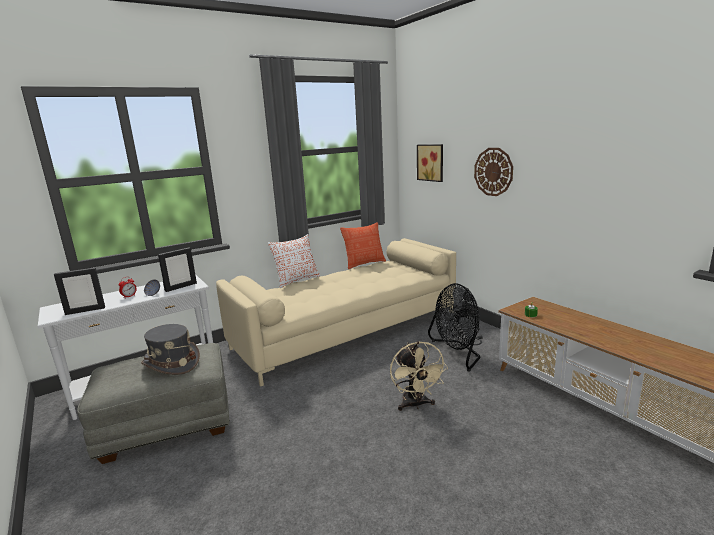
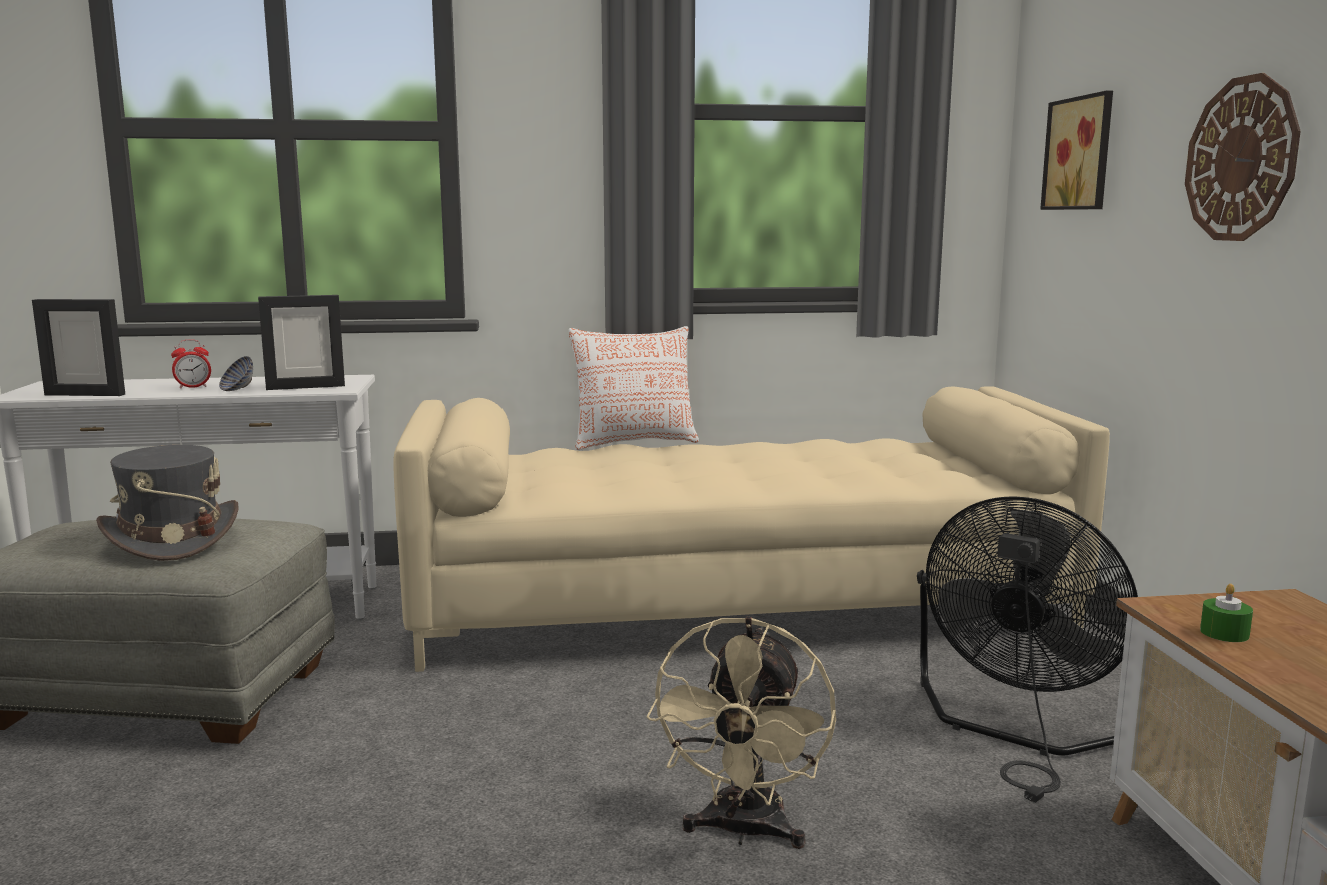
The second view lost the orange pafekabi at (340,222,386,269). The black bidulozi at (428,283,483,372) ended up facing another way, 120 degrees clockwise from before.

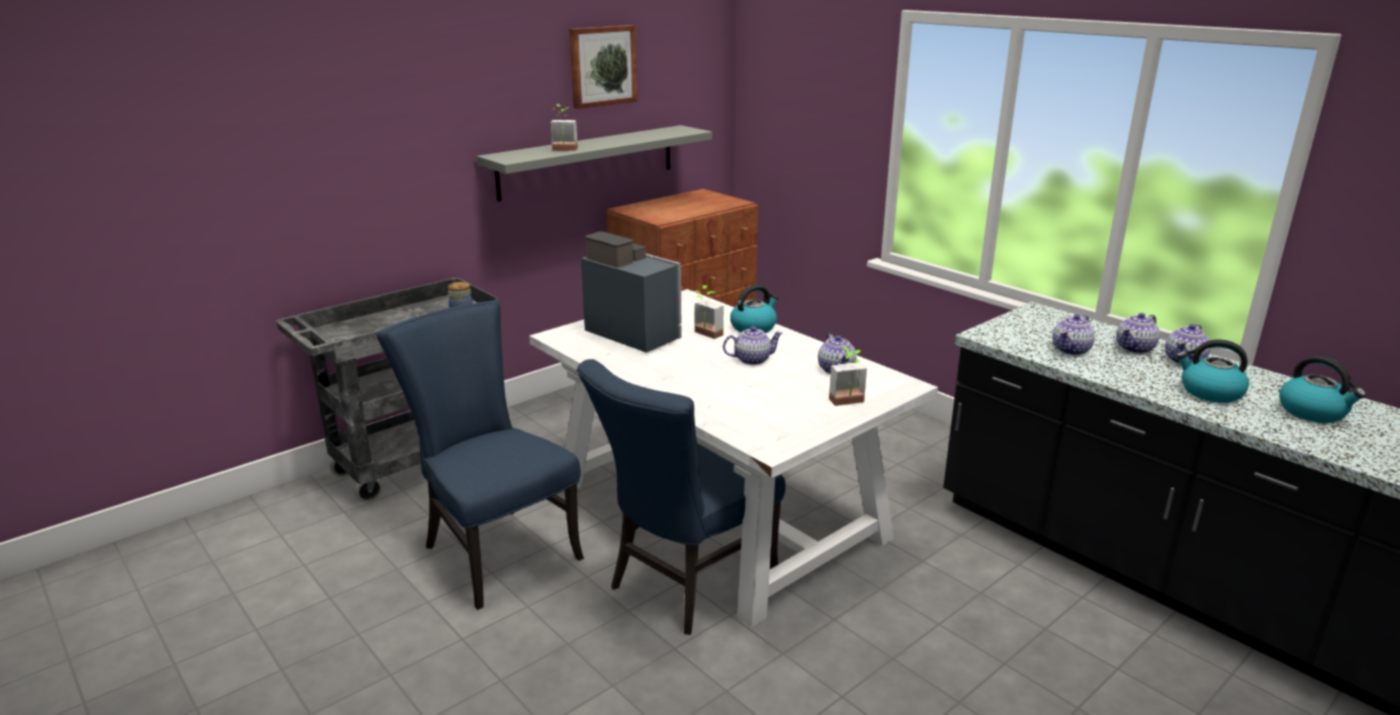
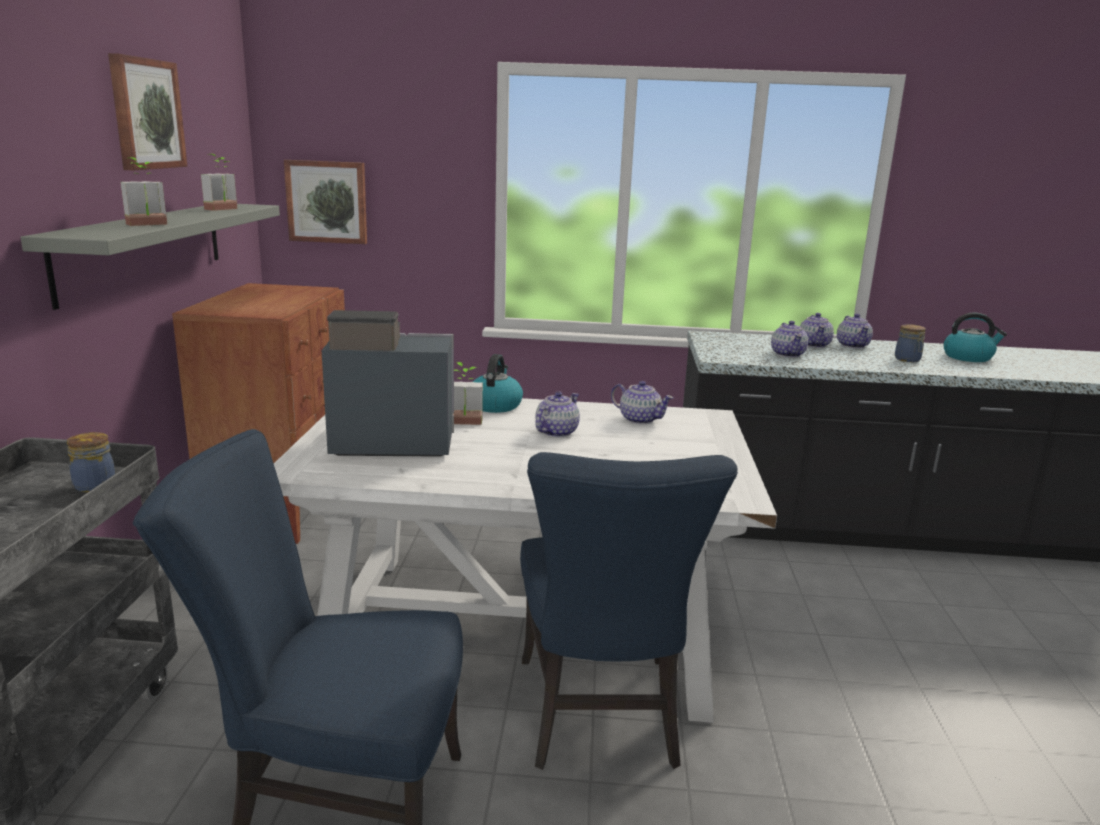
The second view gained the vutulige at (284,160,367,244). The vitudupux ended up elsewhere, having gone from (829,347,867,406) to (201,154,238,211). Where the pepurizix stood at (1176,339,1249,403), the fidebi came to stand at (895,324,926,362).

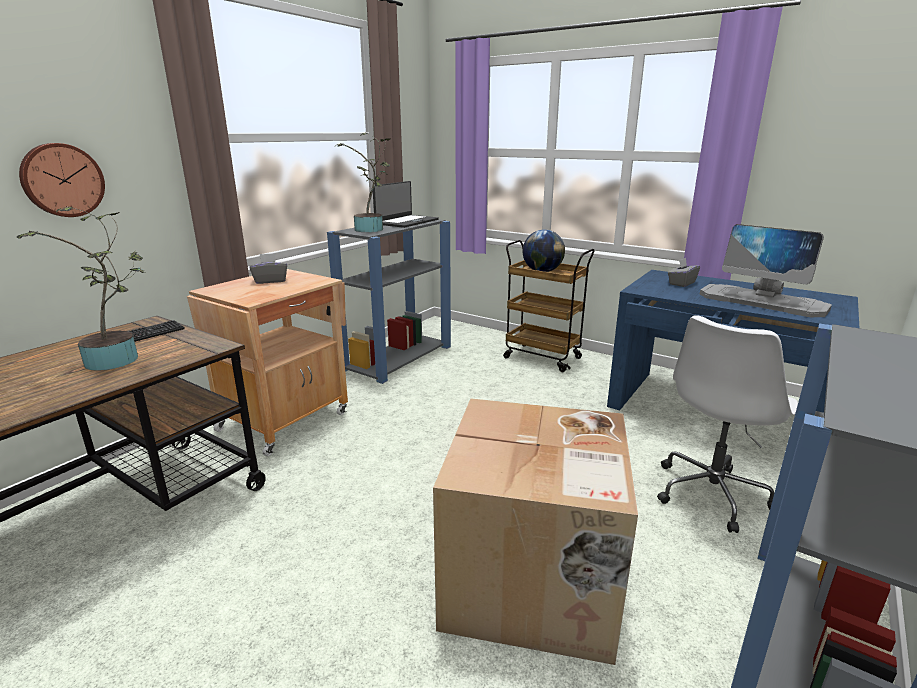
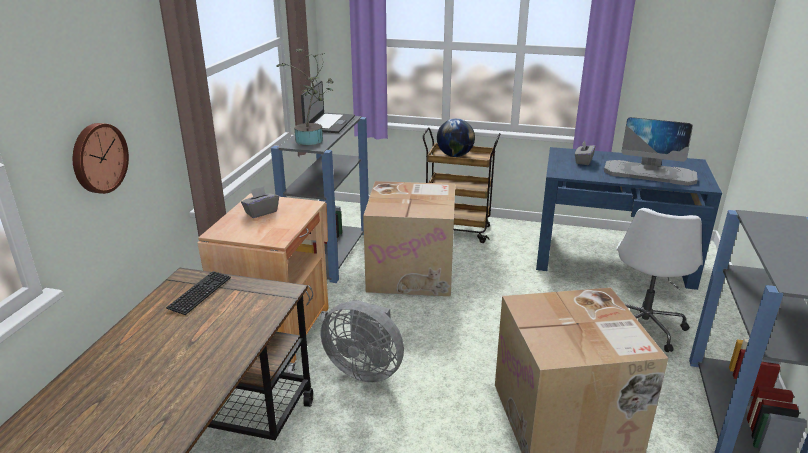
The second view lost the vitudupux at (17,206,146,371). The second view gained the grey bidulozi at (321,300,404,383). The second view gained the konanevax at (363,181,455,296).

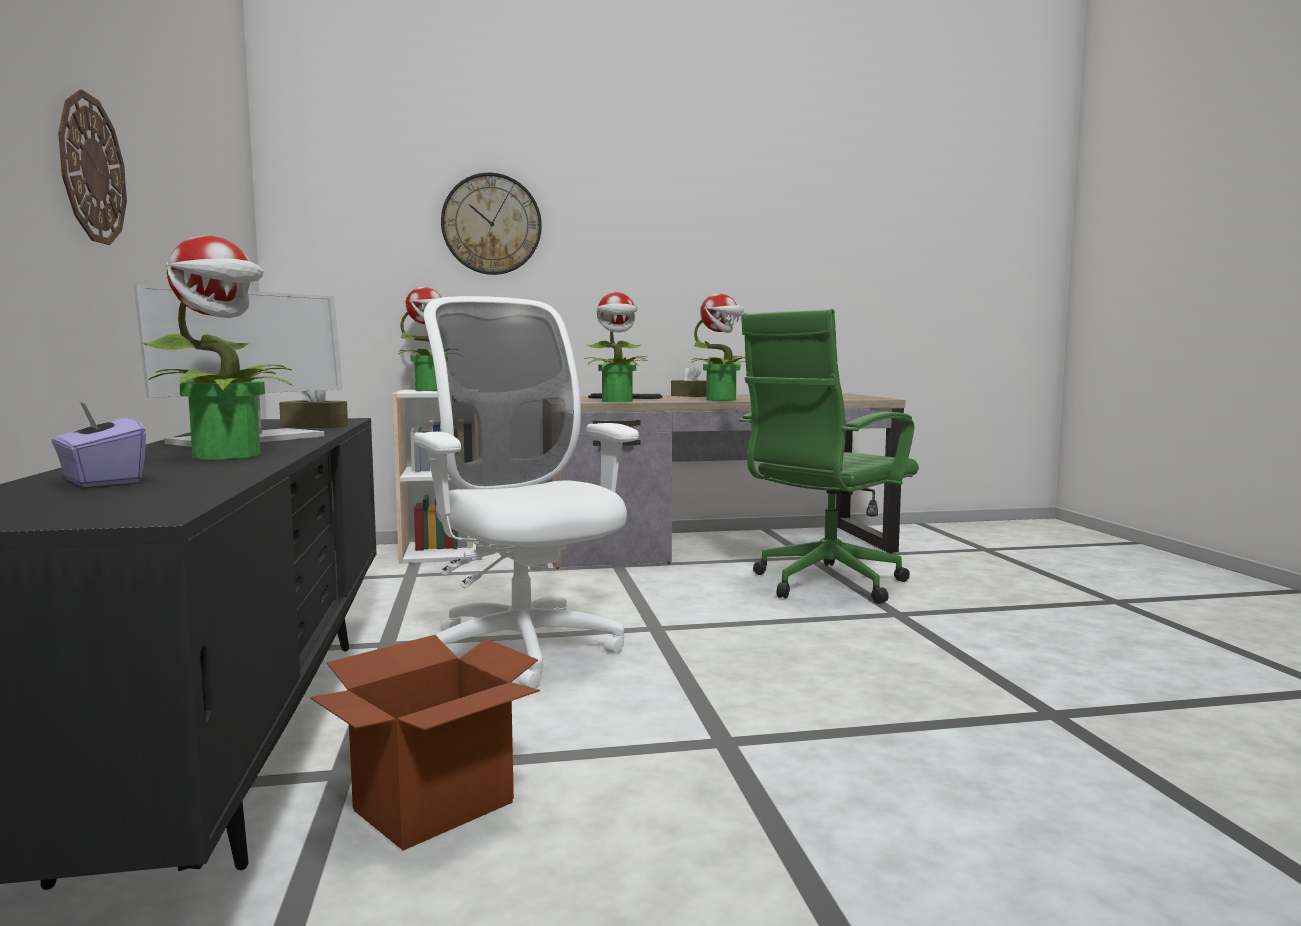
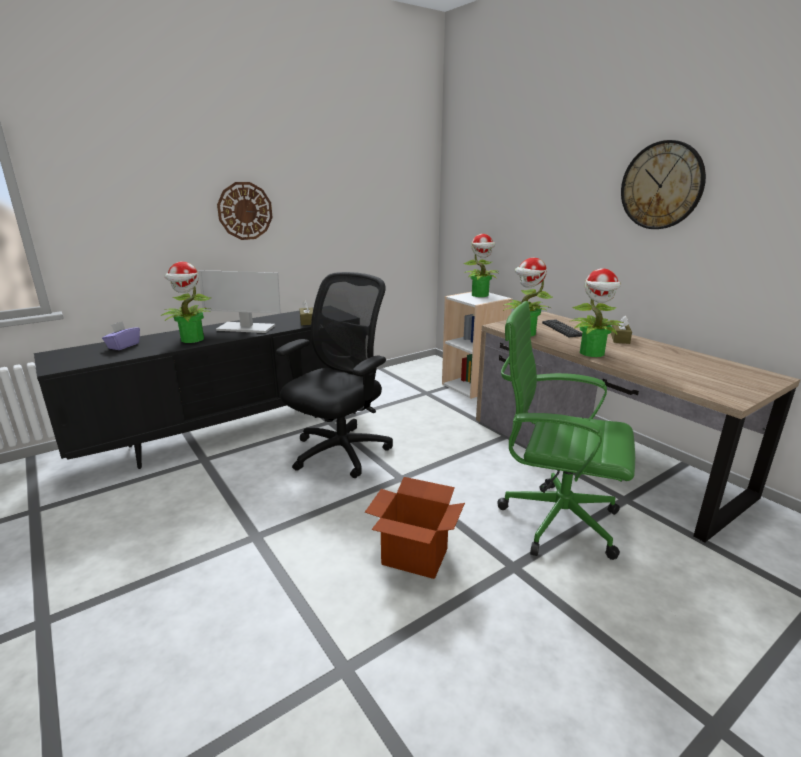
The konanevax ended up elsewhere, having gone from (310,635,540,851) to (365,477,465,579). The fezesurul ended up elsewhere, having gone from (441,172,542,275) to (621,140,706,229). What was the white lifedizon at (414,296,639,688) turned into the black lifedizon at (276,272,393,478).

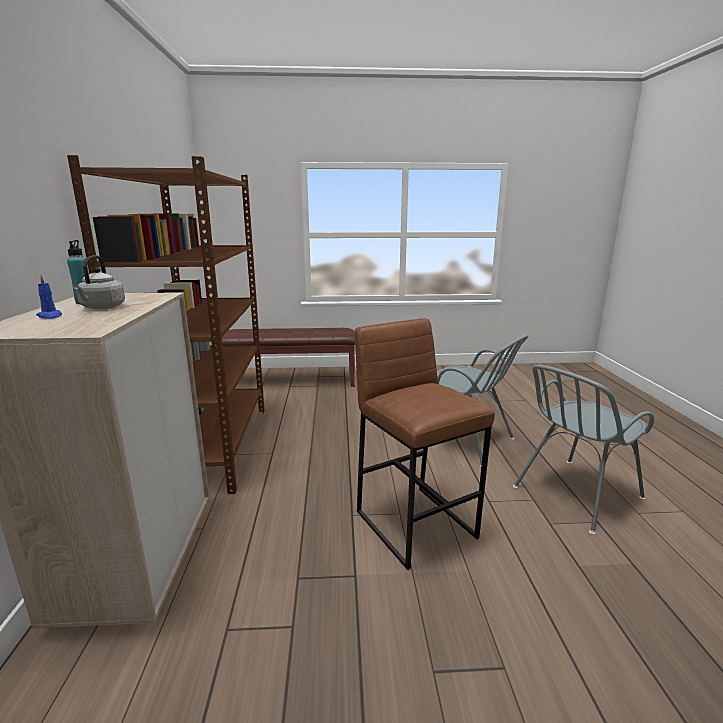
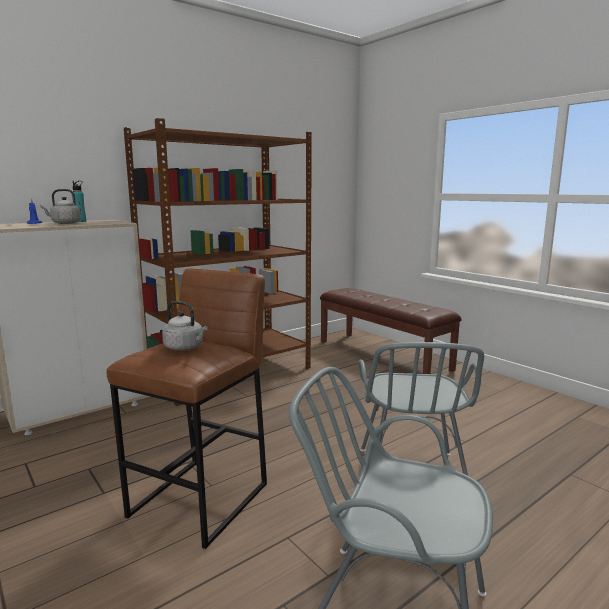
The second view gained the grey pepurizix at (162,301,208,351).

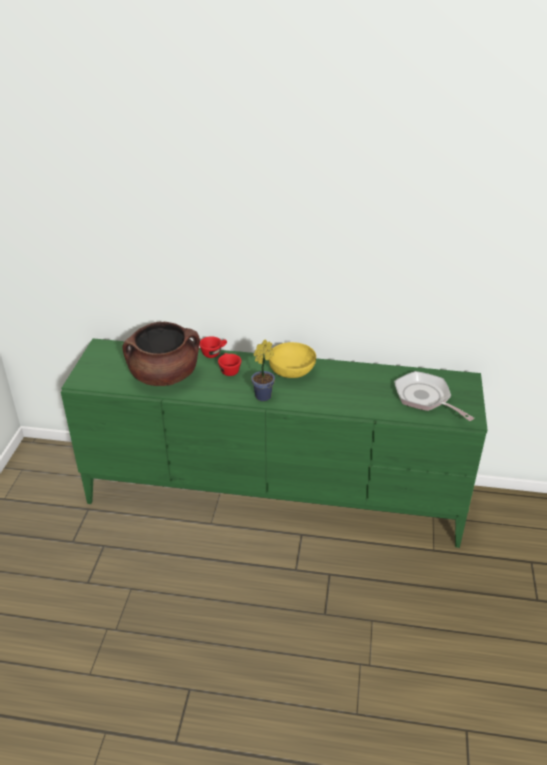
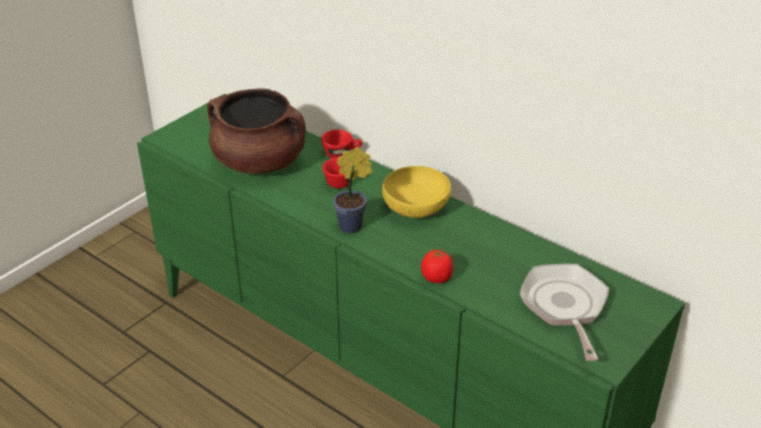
The second view gained the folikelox at (421,250,453,283).

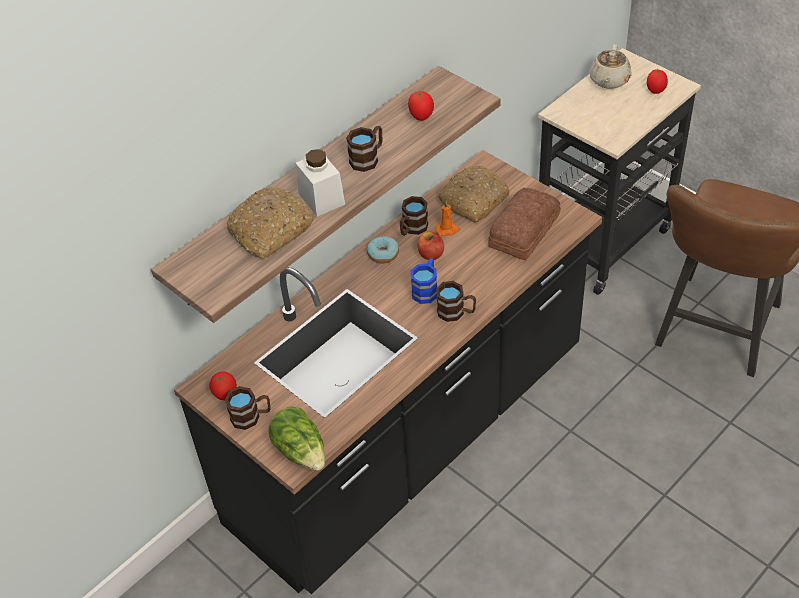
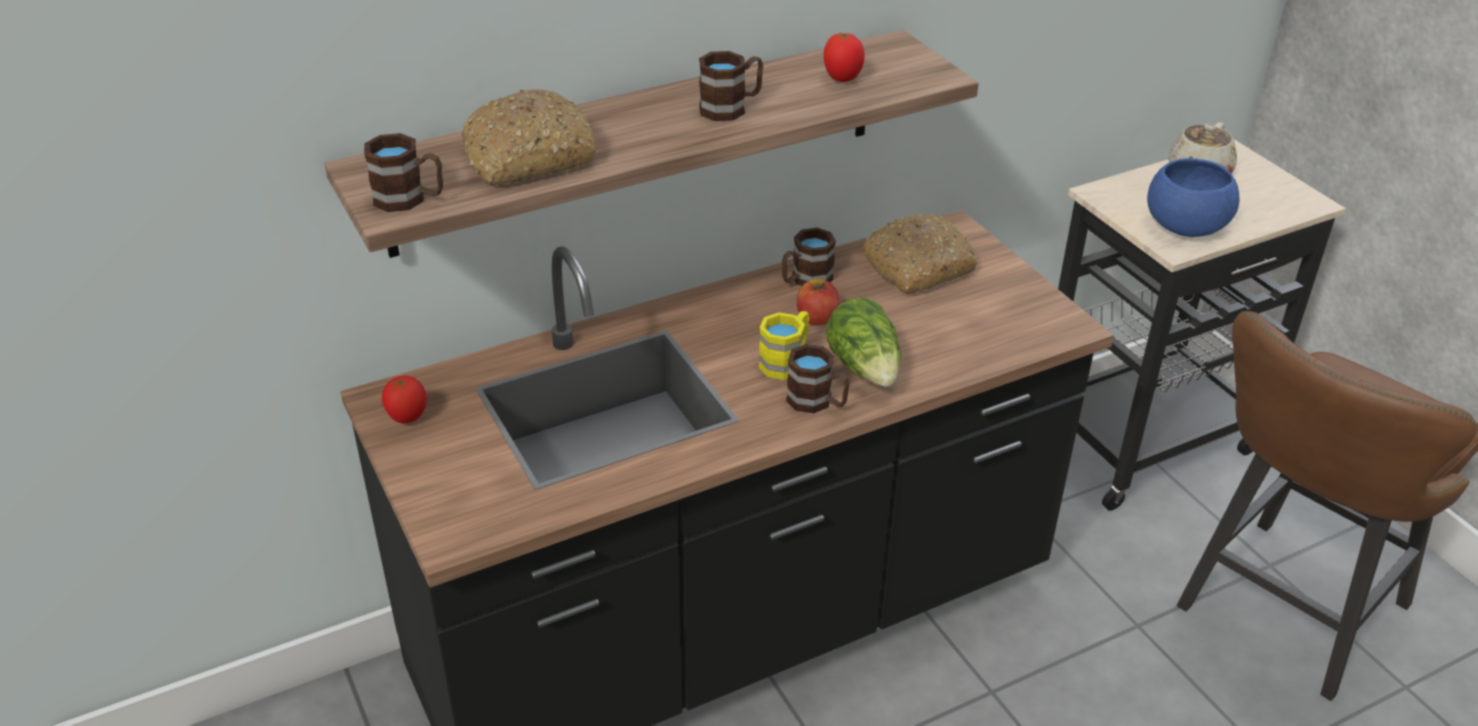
The second view lost the white fidebi at (295,149,345,217). The second view lost the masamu at (367,236,399,263). The second view lost the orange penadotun at (436,201,460,236). The second view lost the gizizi at (488,188,561,260). The second view lost the folikelox at (647,69,668,94). The second view gained the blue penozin at (1147,158,1239,237). The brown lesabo ended up elsewhere, having gone from (225,386,271,430) to (364,133,443,212). The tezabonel ended up elsewhere, having gone from (269,407,325,471) to (826,298,901,387). What was the blue lesabo at (411,258,437,304) turned into the yellow lesabo at (759,311,809,380).

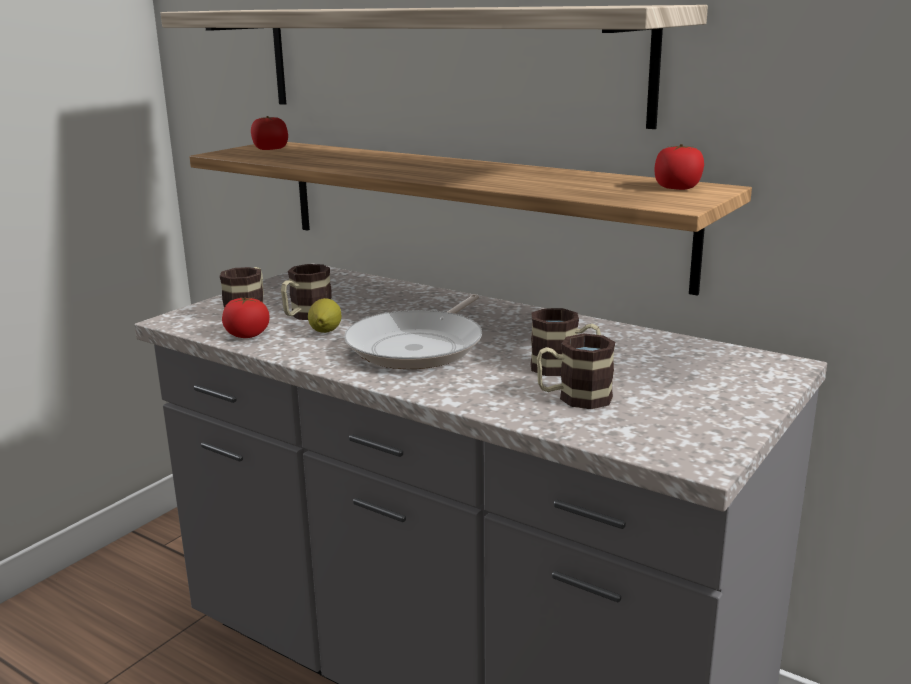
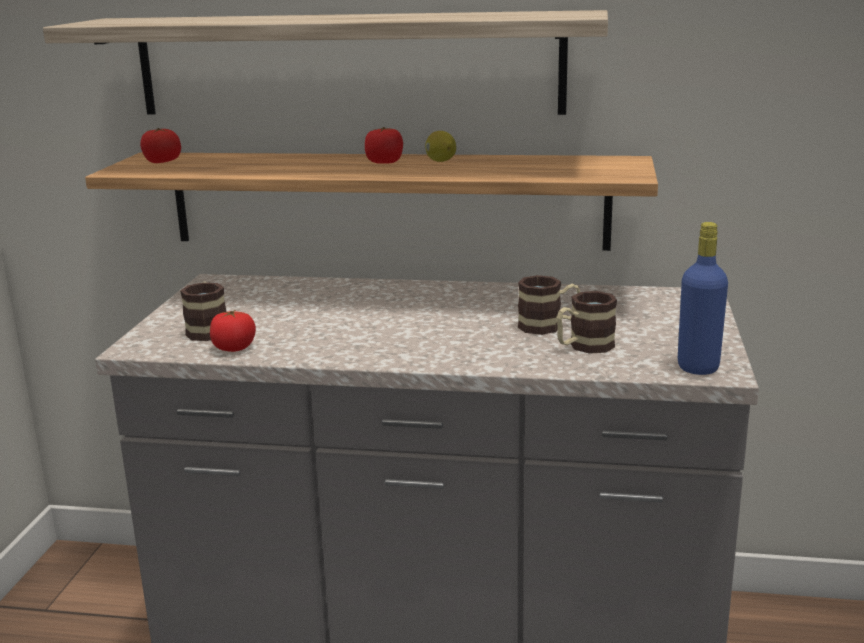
The second view lost the lesabo at (281,264,332,320). The second view lost the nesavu at (344,294,482,369). The second view gained the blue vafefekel at (678,222,728,375). The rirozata ended up elsewhere, having gone from (308,298,341,333) to (425,131,456,162). The folikelox ended up elsewhere, having gone from (654,144,704,190) to (365,127,403,164).

